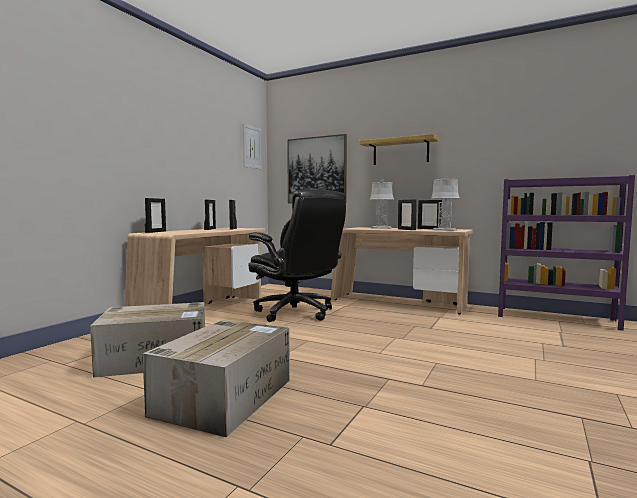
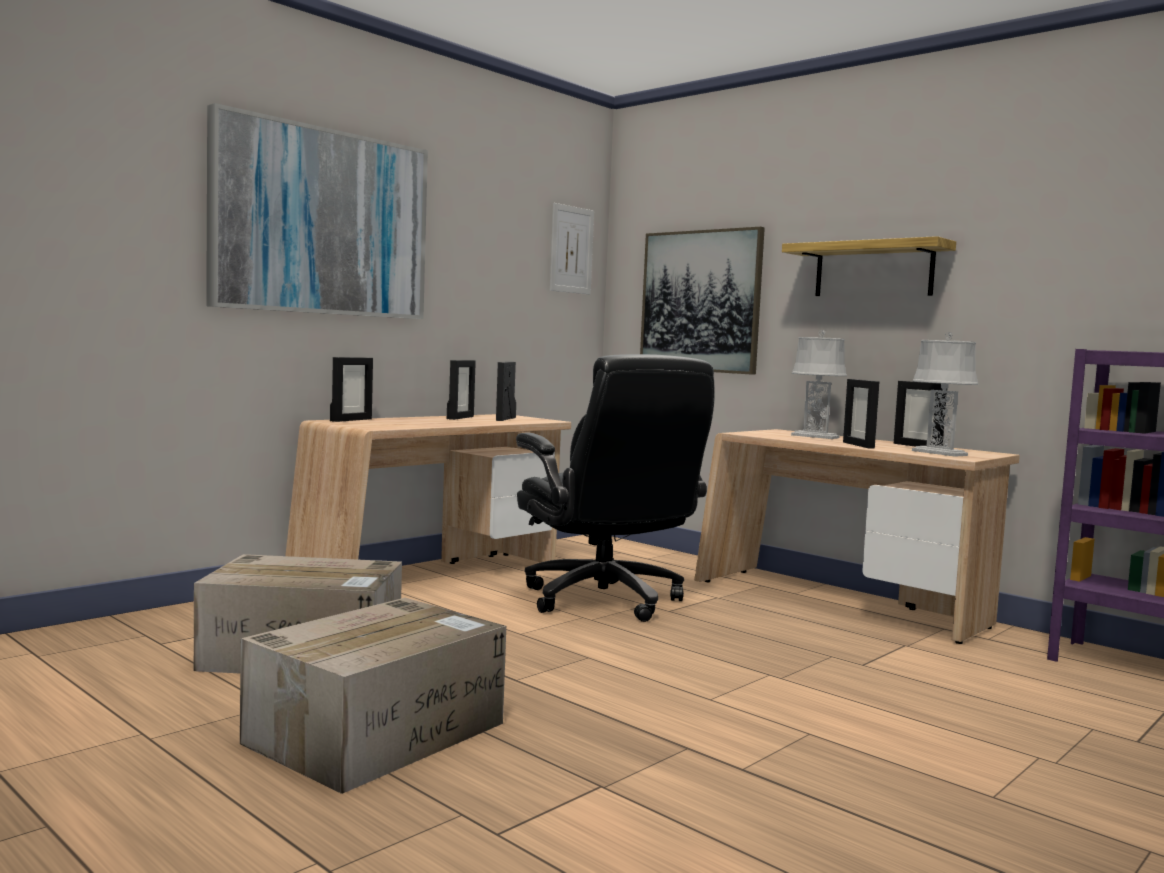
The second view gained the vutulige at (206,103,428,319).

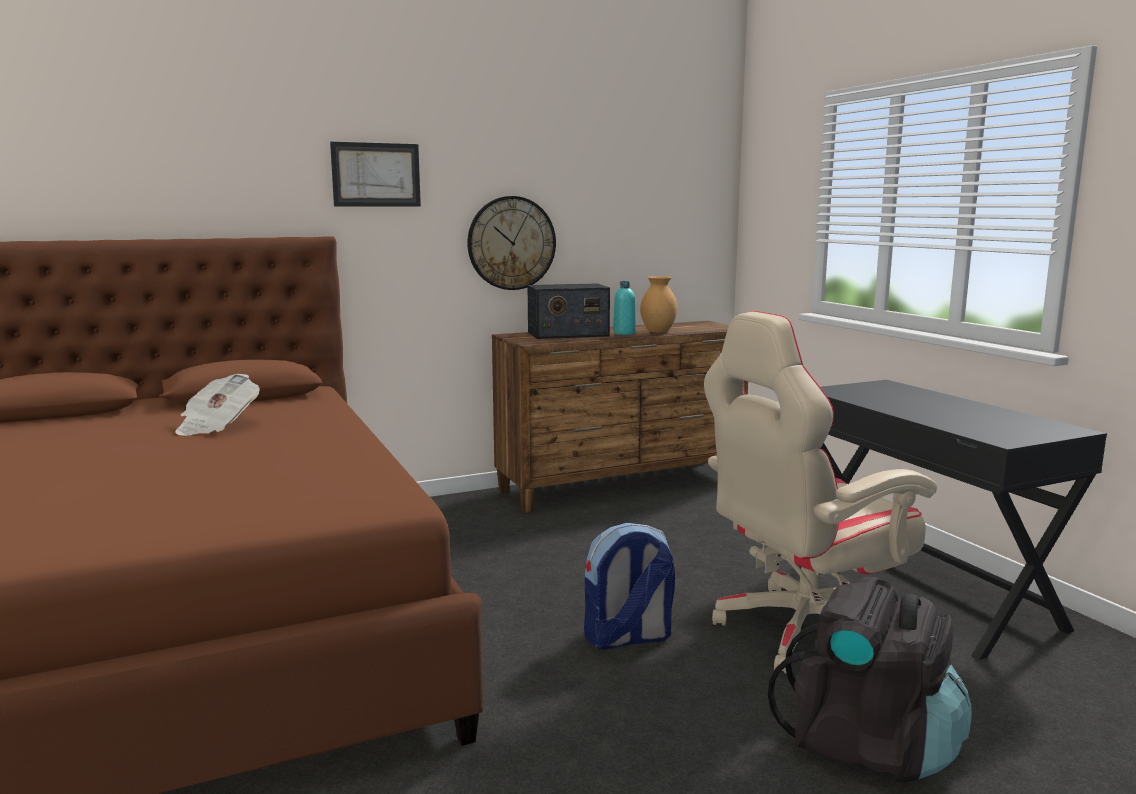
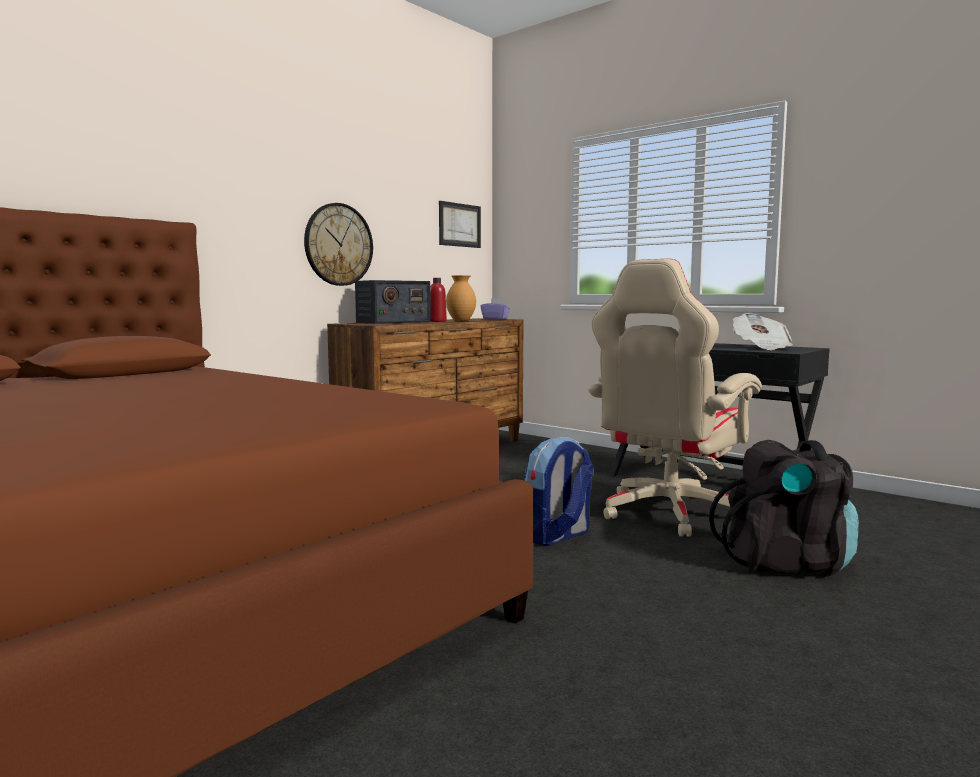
The second view gained the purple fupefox at (480,298,510,319). The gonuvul ended up elsewhere, having gone from (175,374,260,436) to (733,313,793,350). The vutulige ended up elsewhere, having gone from (330,142,421,207) to (439,201,481,248). What was the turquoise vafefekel at (613,281,636,335) turned into the red vafefekel at (430,278,447,322).

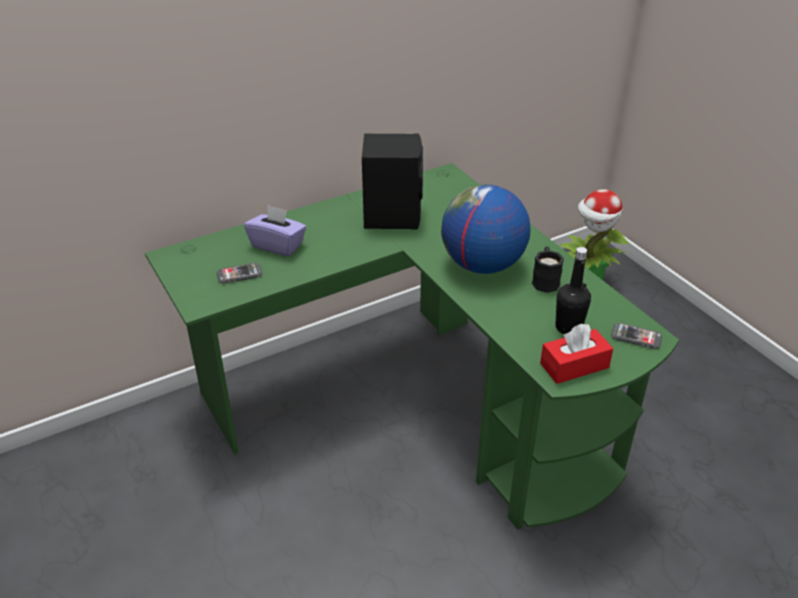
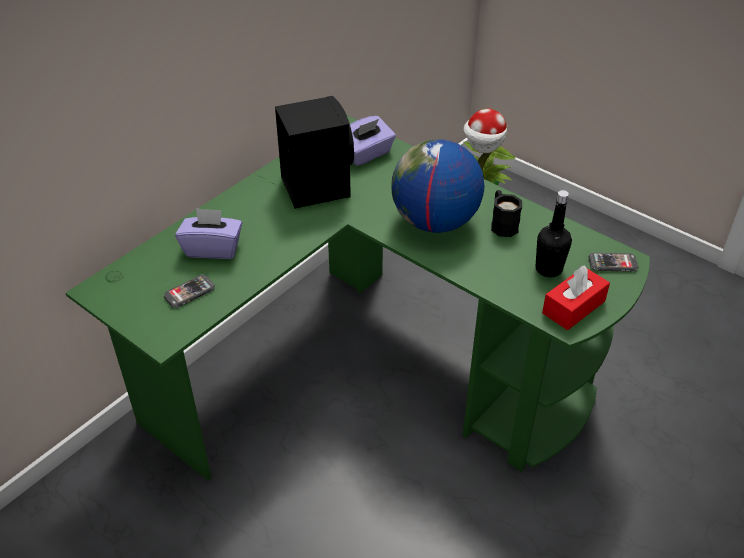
The second view gained the purple fupefox at (350,116,396,166).

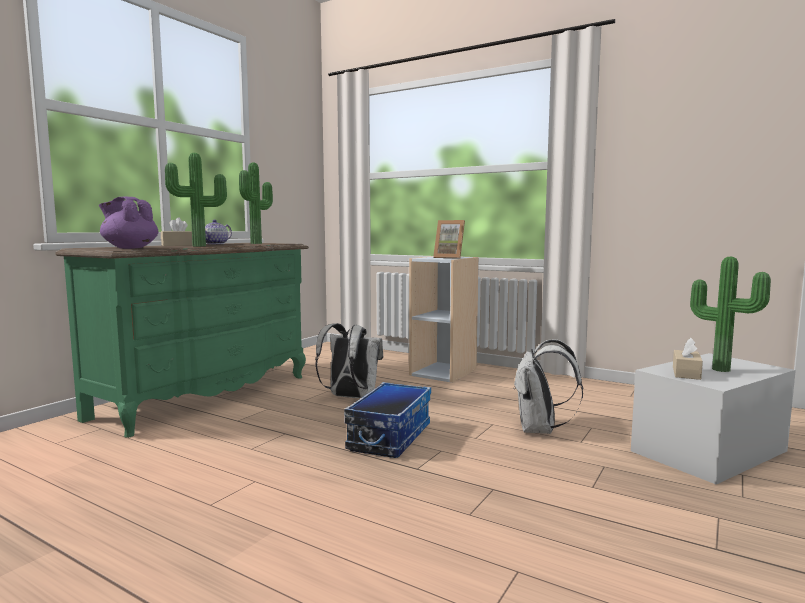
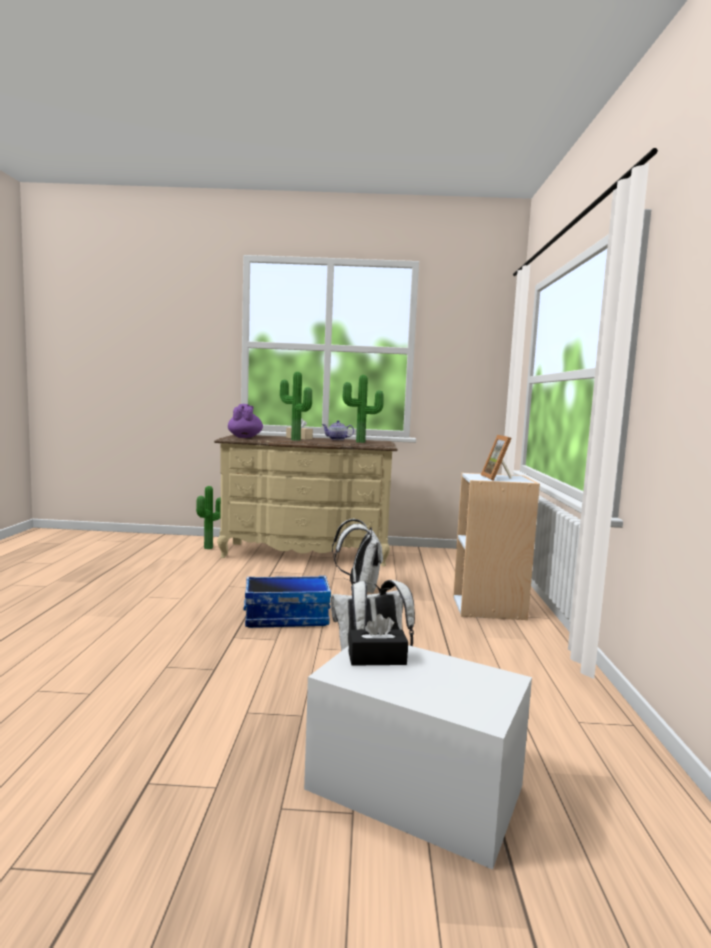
The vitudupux ended up elsewhere, having gone from (690,257,771,372) to (196,486,221,549). What was the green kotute at (55,243,309,438) turned into the beige kotute at (214,435,398,566). What was the beige fupefox at (673,338,703,380) turned into the black fupefox at (348,614,408,666).

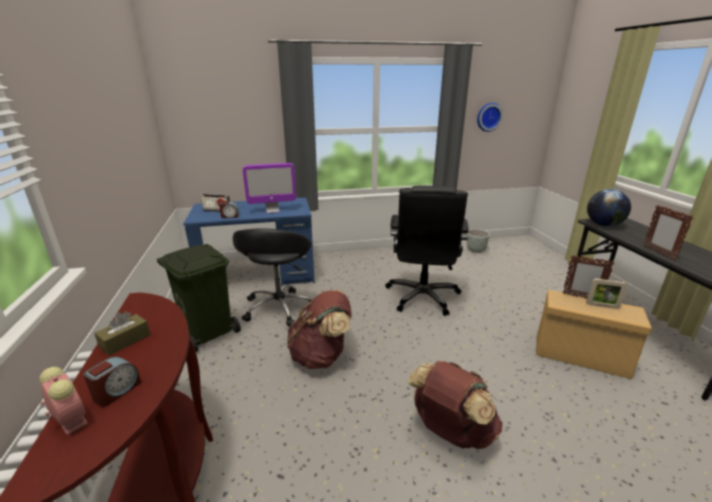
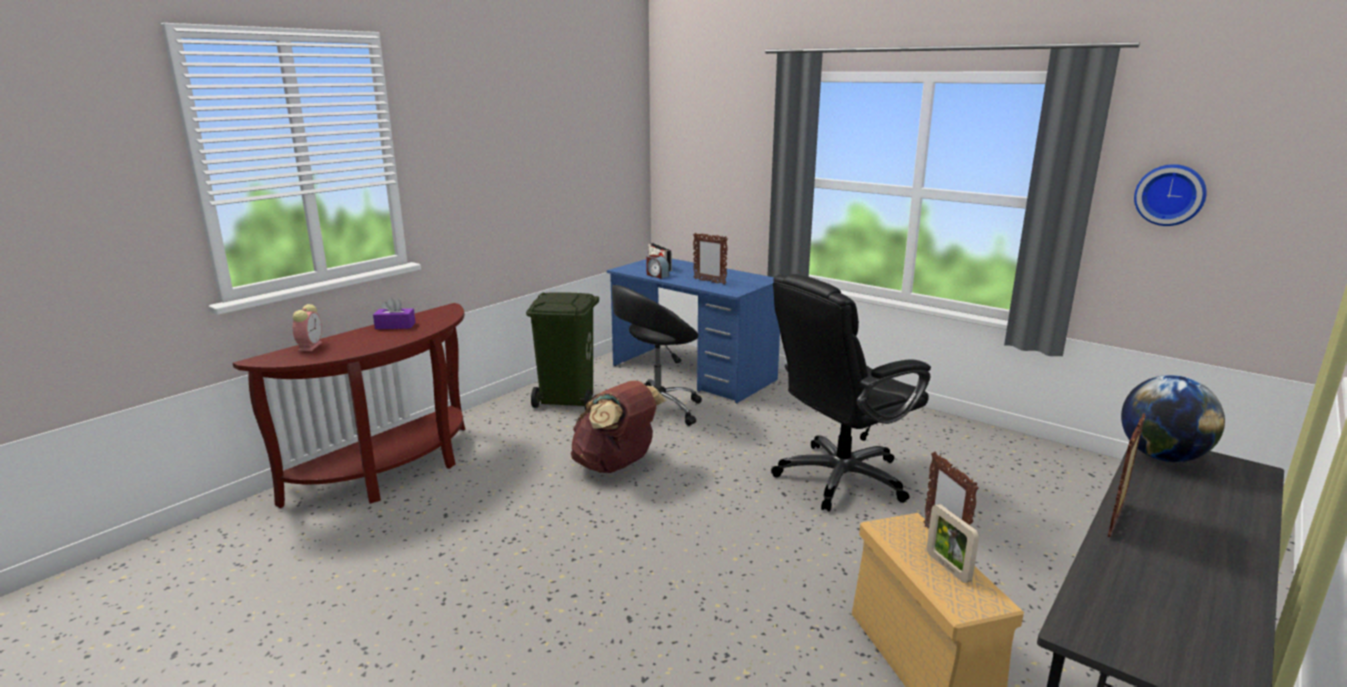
The second view lost the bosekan at (83,357,142,407). The second view lost the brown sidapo at (407,361,502,449). The second view lost the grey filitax at (467,229,490,253). Where the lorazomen stood at (242,163,296,213), the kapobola came to stand at (693,233,728,285). What was the brown fupefox at (94,311,151,356) turned into the purple fupefox at (373,297,416,329).

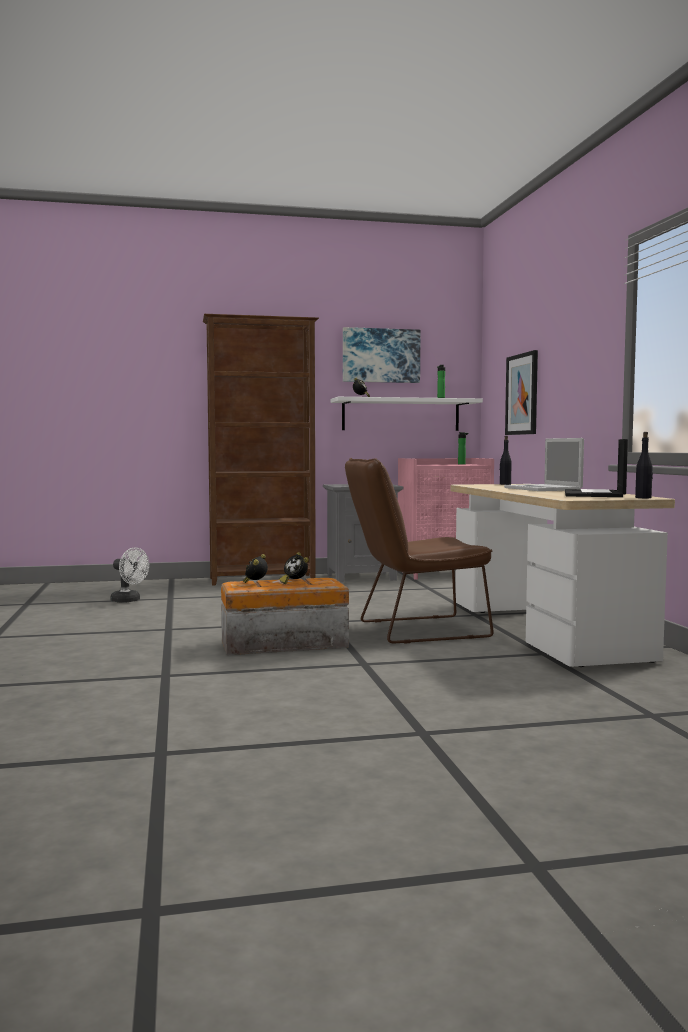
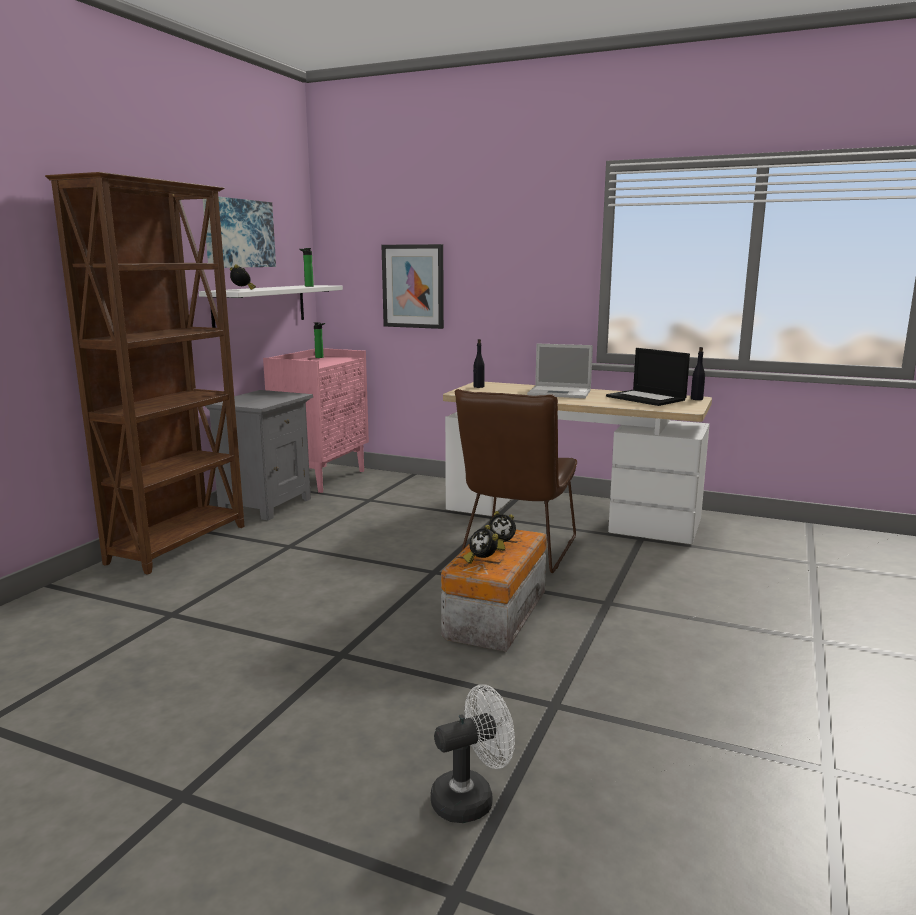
The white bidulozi ended up elsewhere, having gone from (110,548,149,602) to (431,684,515,823).

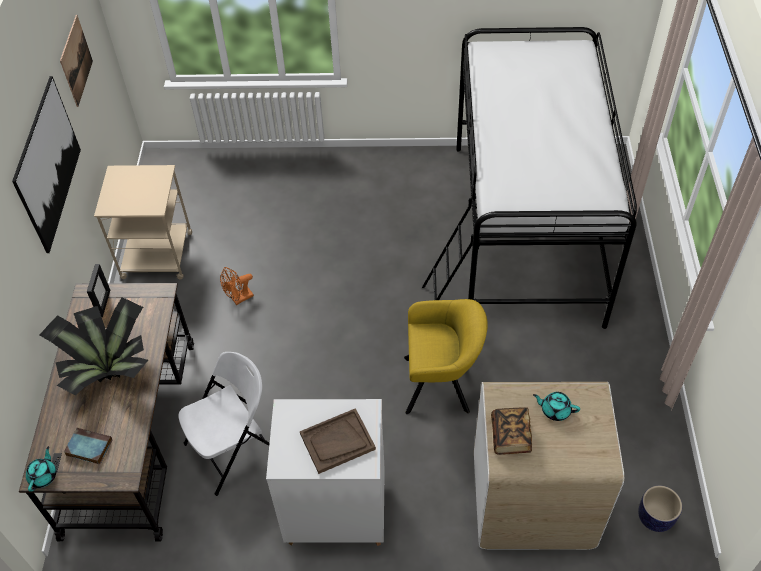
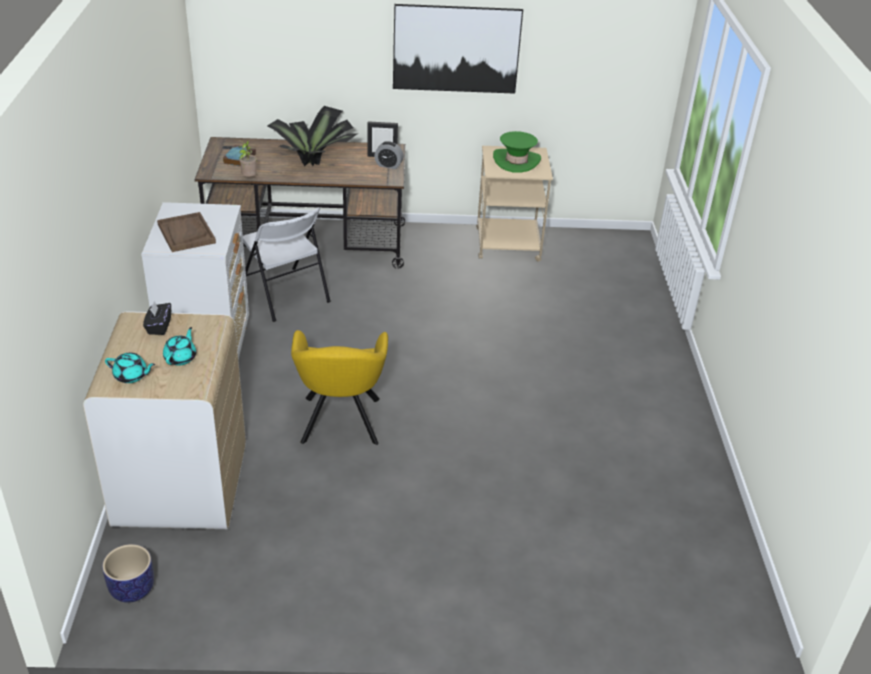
The second view lost the vutulige at (60,15,93,107). The second view lost the orange bidulozi at (220,267,254,305). The second view lost the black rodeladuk at (422,27,637,329). The second view gained the vitudupux at (239,140,257,177). The second view gained the bosekan at (374,141,403,169). The second view gained the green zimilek at (493,131,541,173). The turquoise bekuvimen ended up elsewhere, having gone from (26,446,56,492) to (105,353,155,383). Where the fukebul stood at (491,407,532,455), the black fupefox came to stand at (143,301,171,335).

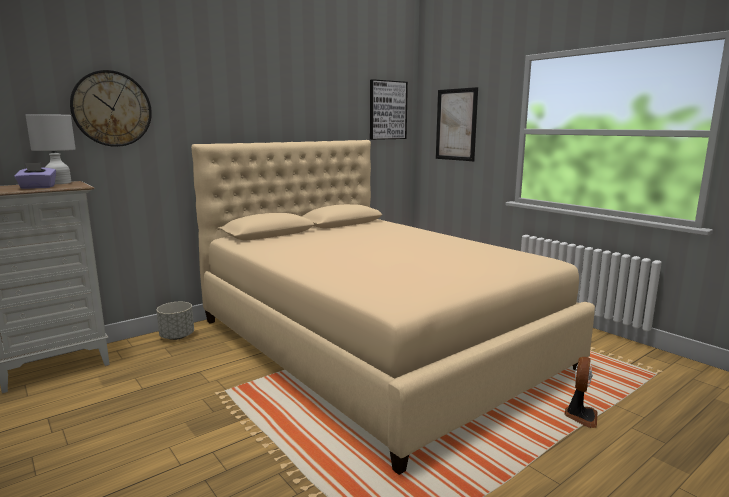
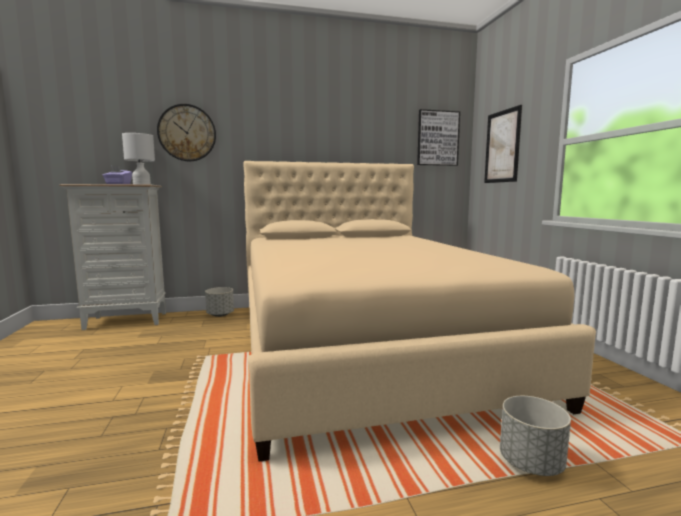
Where the bidulozi stood at (564,357,597,428), the grey filitax came to stand at (500,396,571,476).

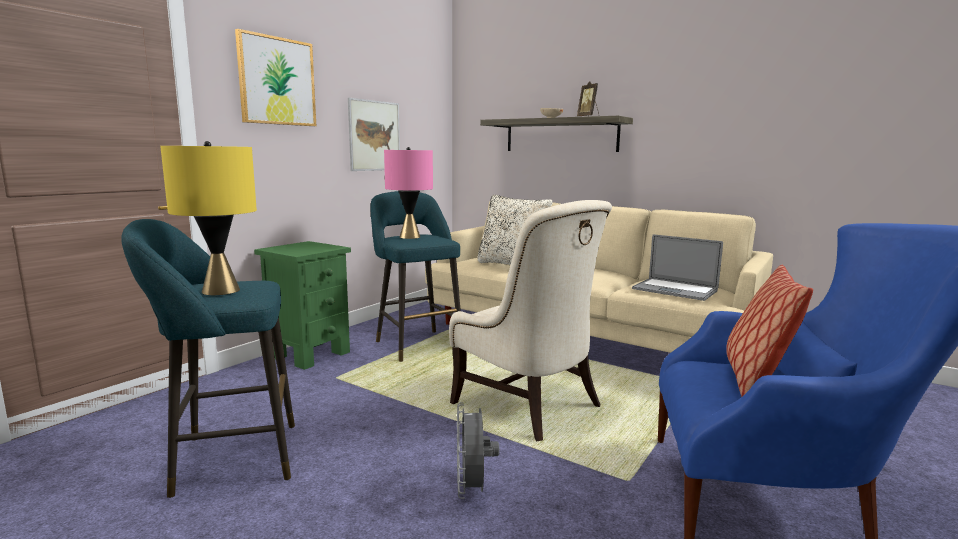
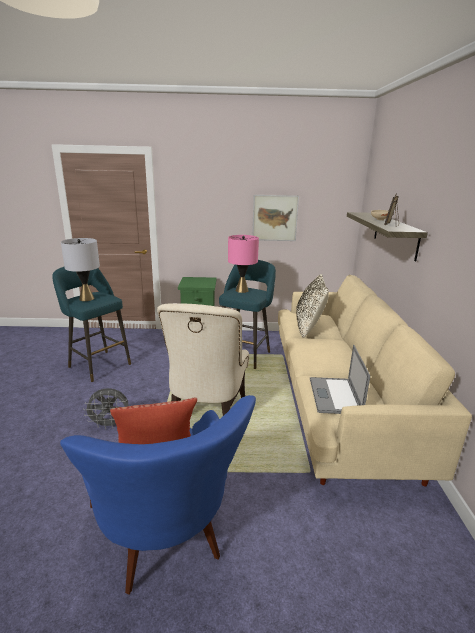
The second view lost the vutulige at (235,29,316,126). What was the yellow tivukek at (160,141,257,295) turned into the grey tivukek at (61,238,100,301). The grey bidulozi at (457,402,499,499) ended up facing another way, 150 degrees counterclockwise from before.

